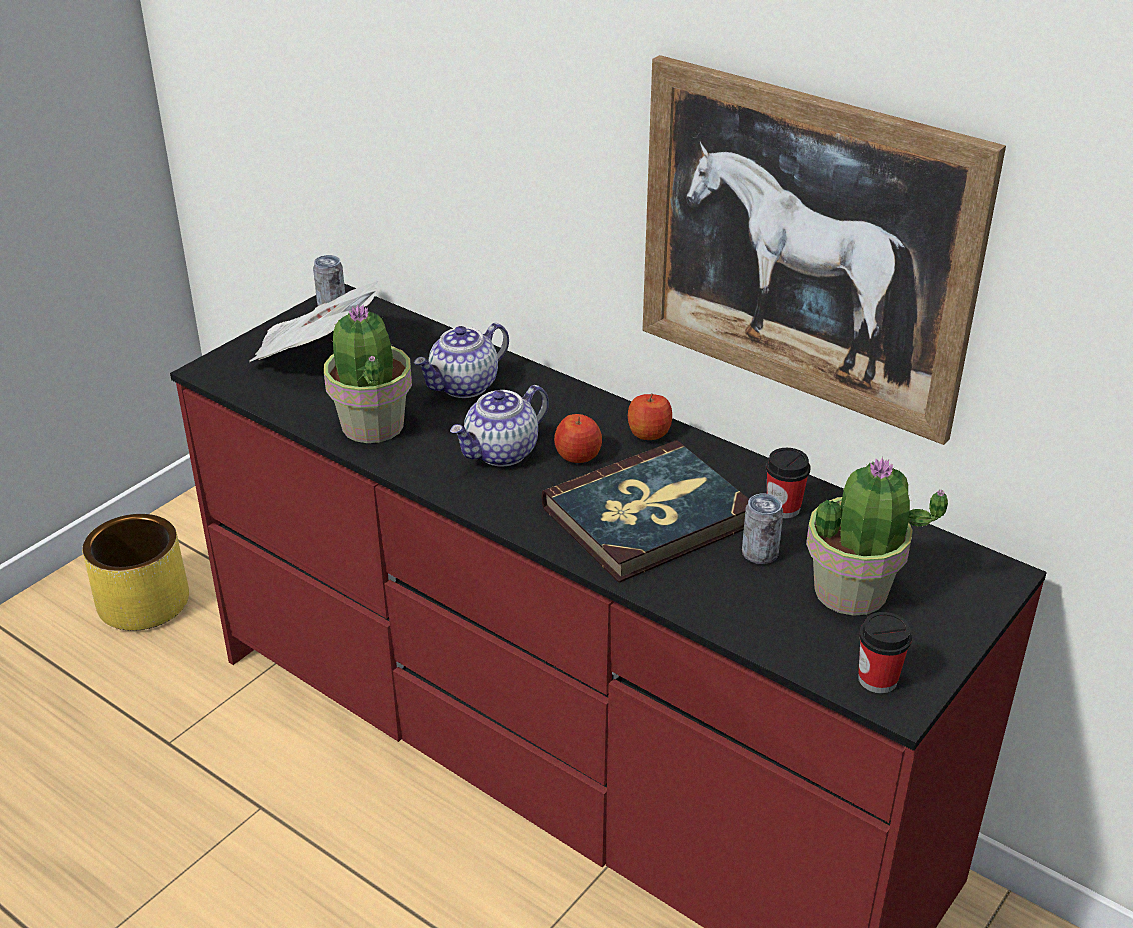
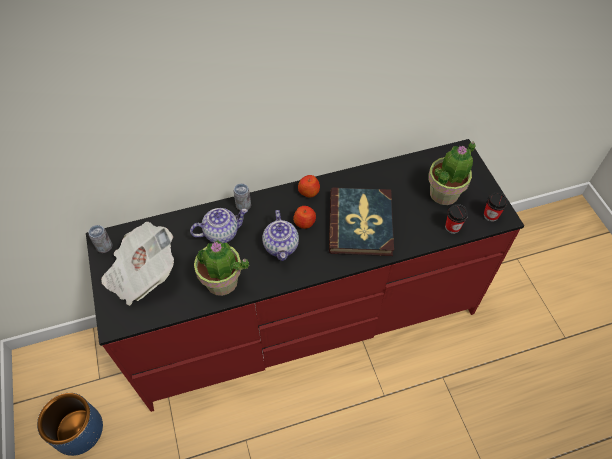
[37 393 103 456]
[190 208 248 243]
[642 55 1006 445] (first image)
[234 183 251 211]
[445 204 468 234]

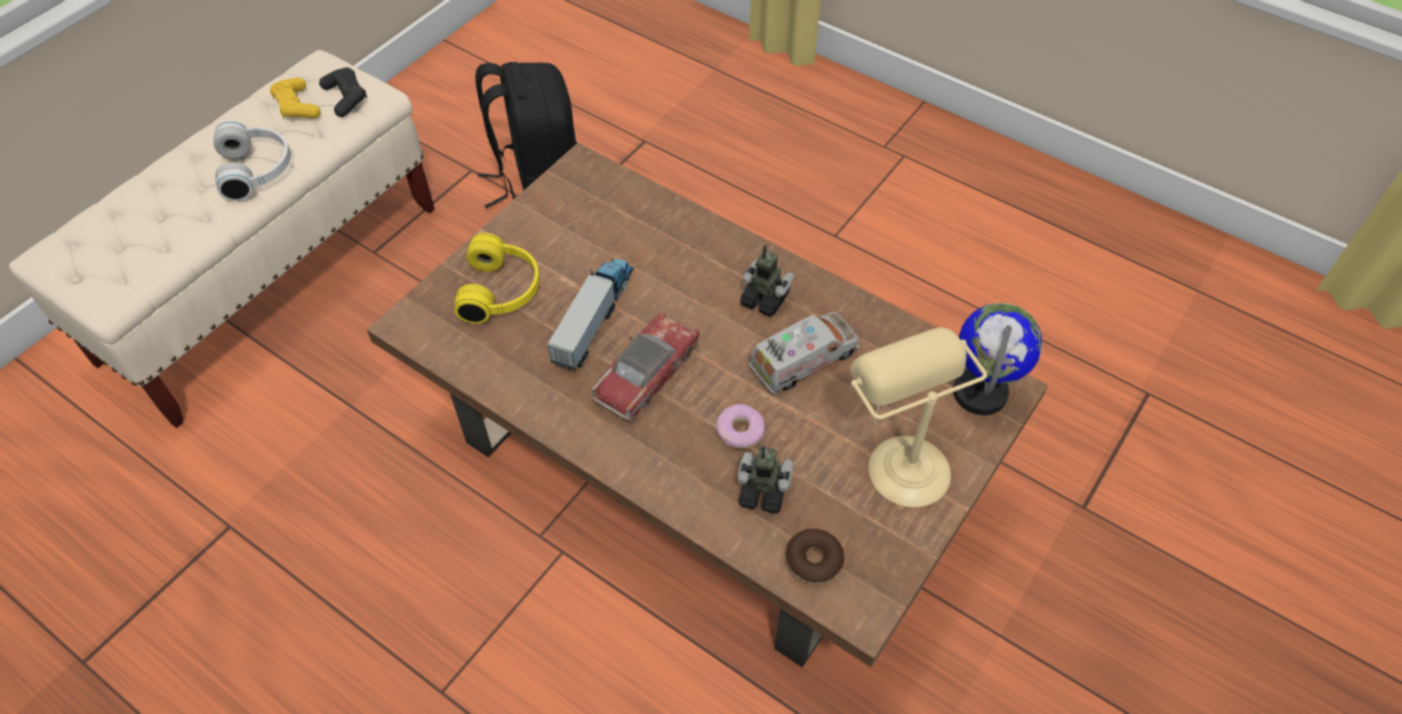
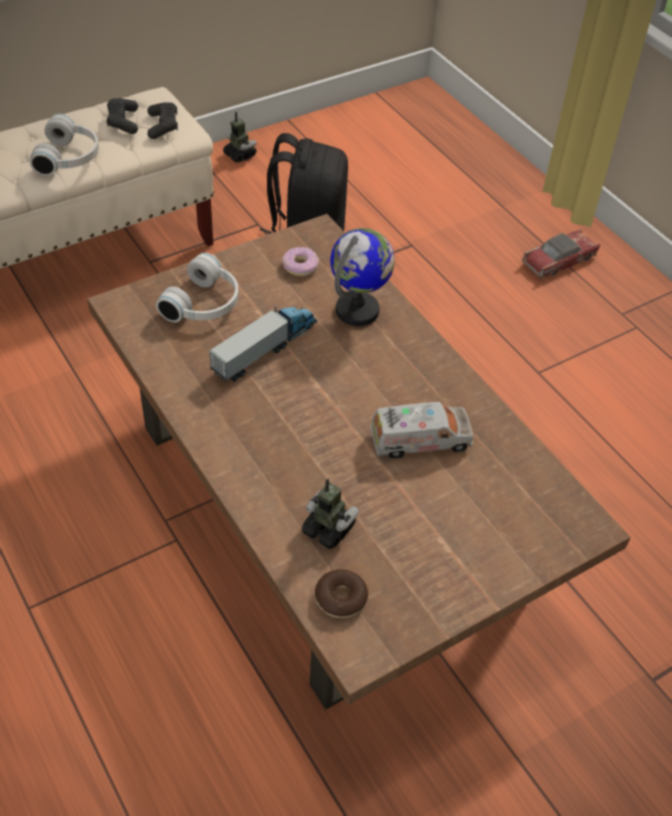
[106 98 138 134]
[156 253 239 323]
[522 229 600 279]
[282 247 319 276]
[223 112 257 162]
[850 328 987 507] (first image)
[330 228 395 326]

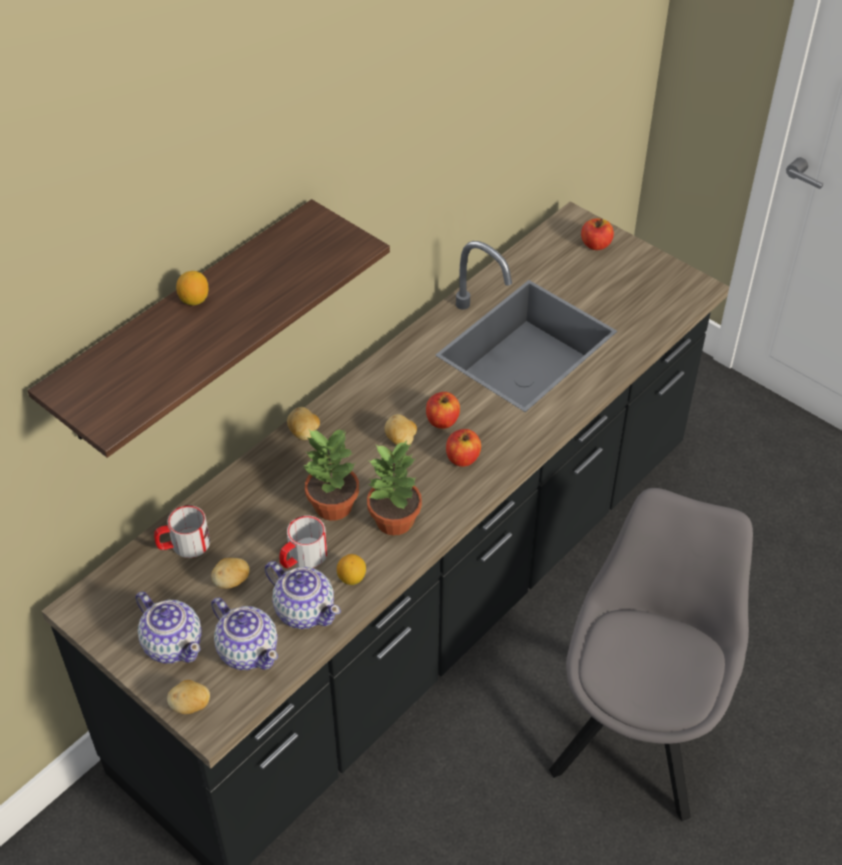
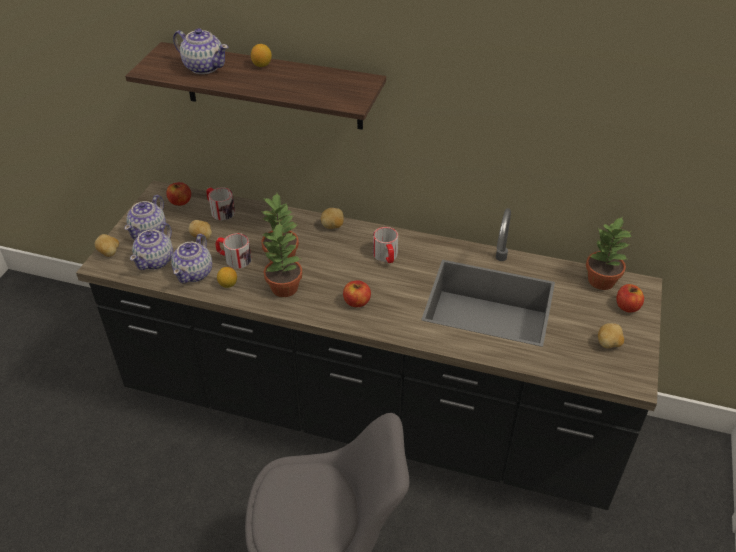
[598 323 624 348]
[166 182 191 206]
[173 28 228 74]
[373 227 398 263]
[586 216 633 290]

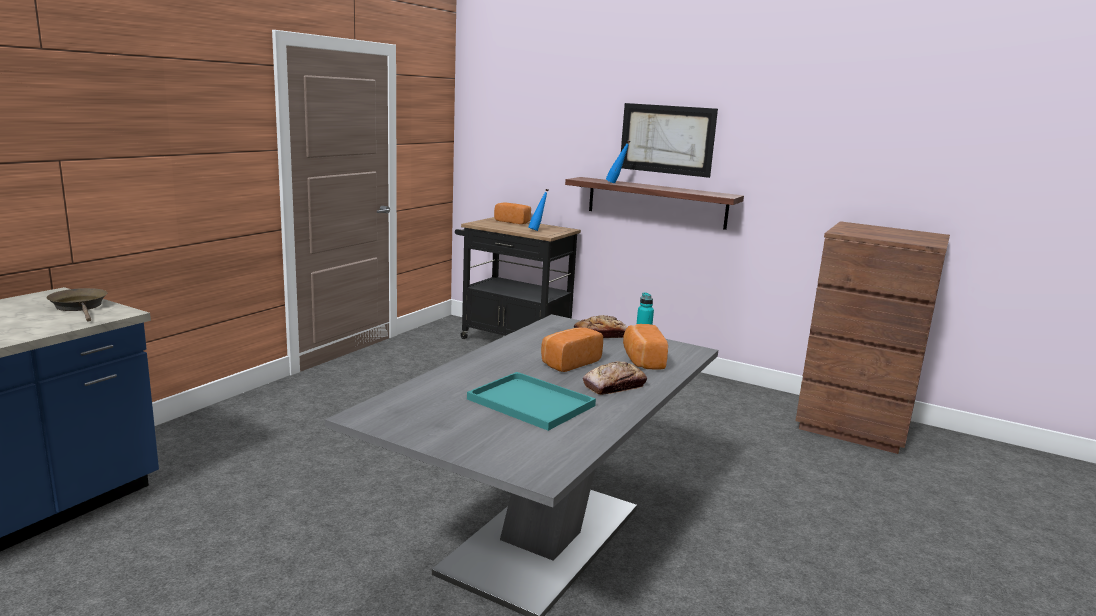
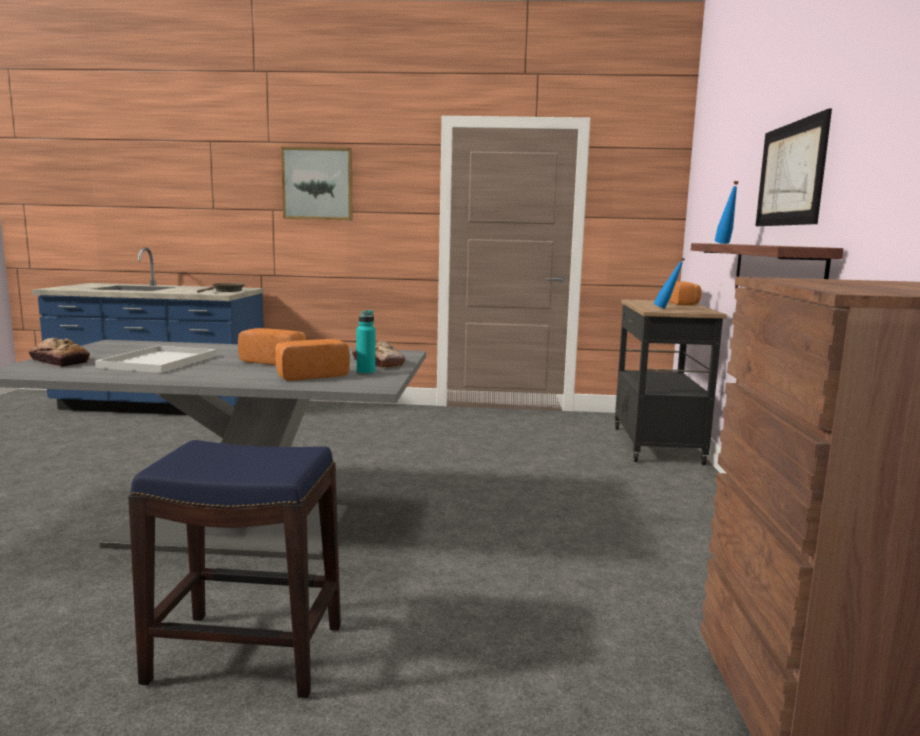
[95 346 217 373]
[29 337 90 367]
[128 440 341 698]
[281 147 352 220]

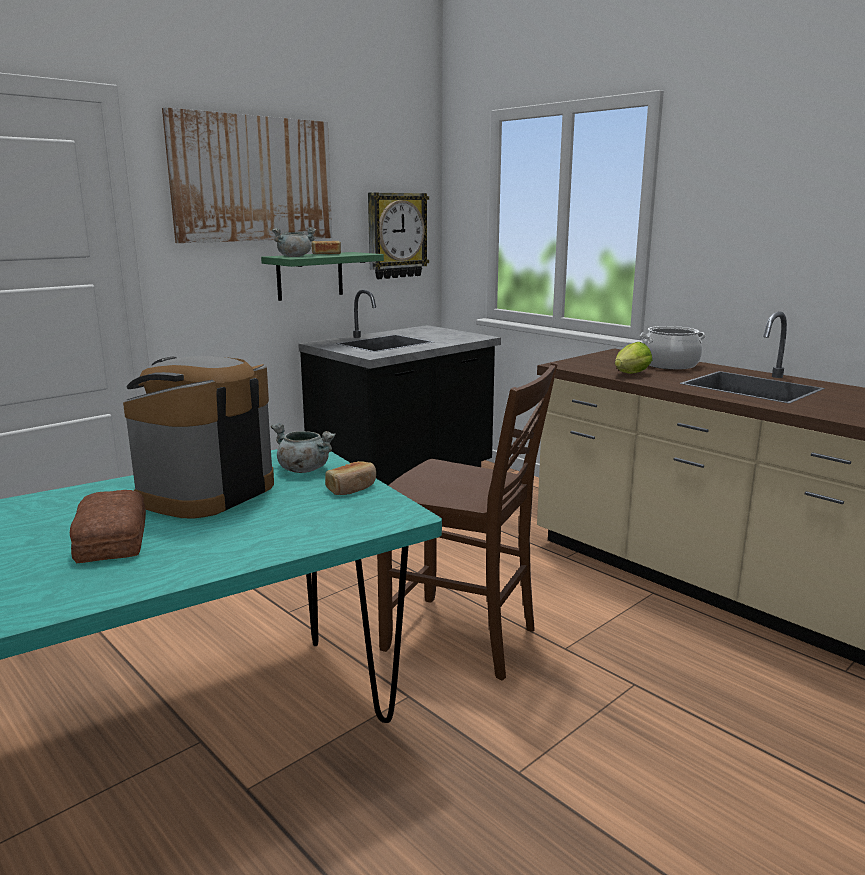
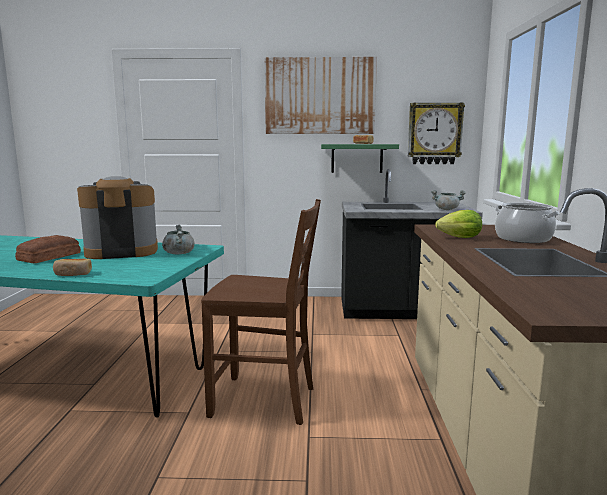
[431 190 466 210]
[53 259 92 276]
[201 199 321 425]

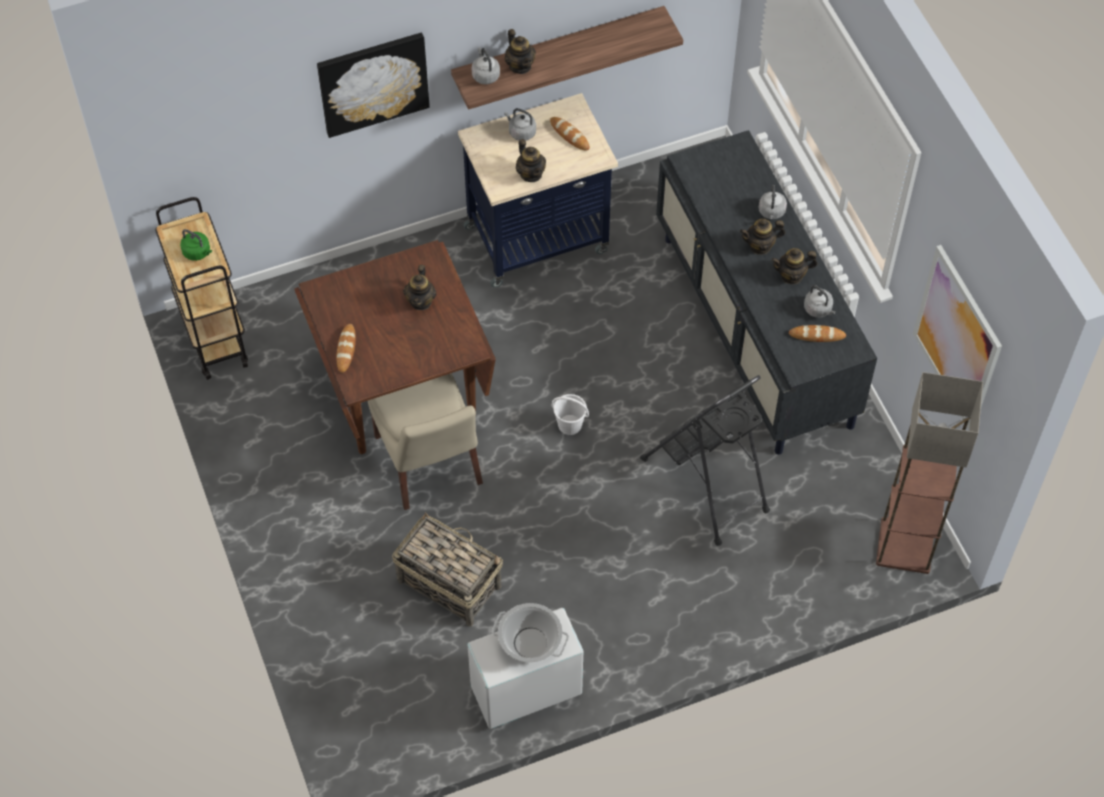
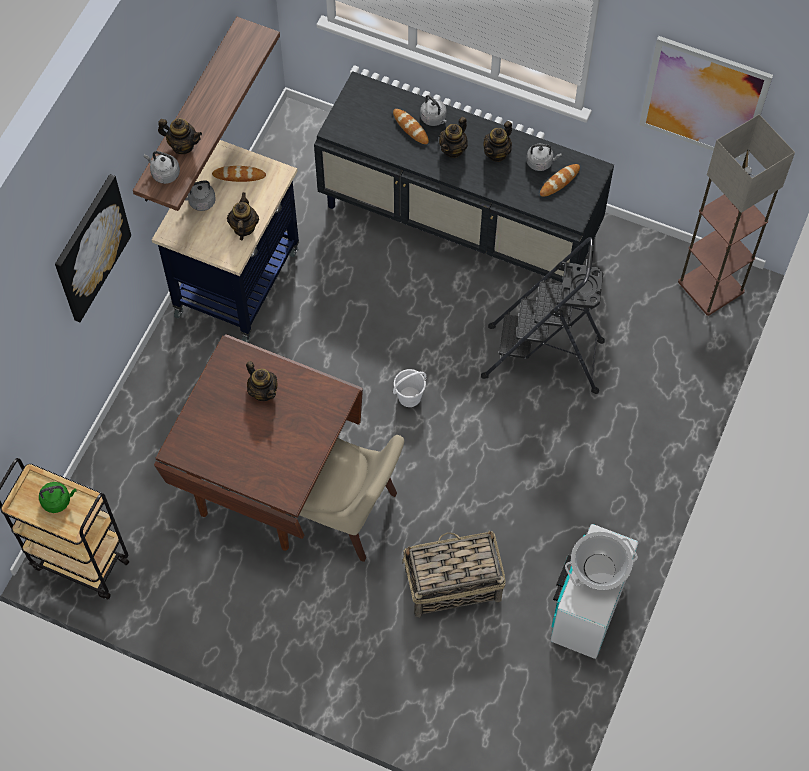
[393 109 429 144]
[227 192 259 240]

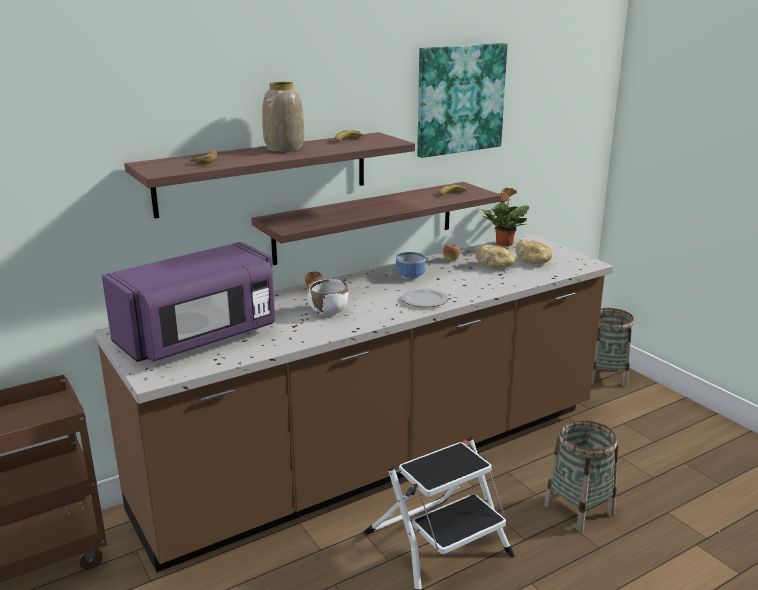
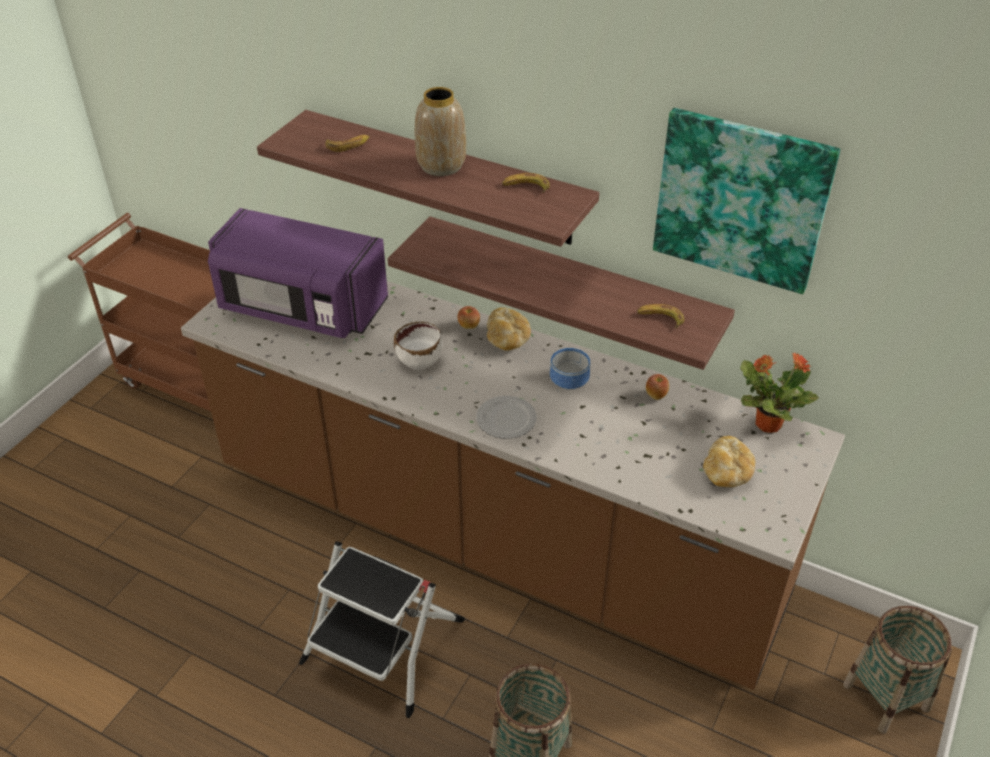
[487 307 531 351]

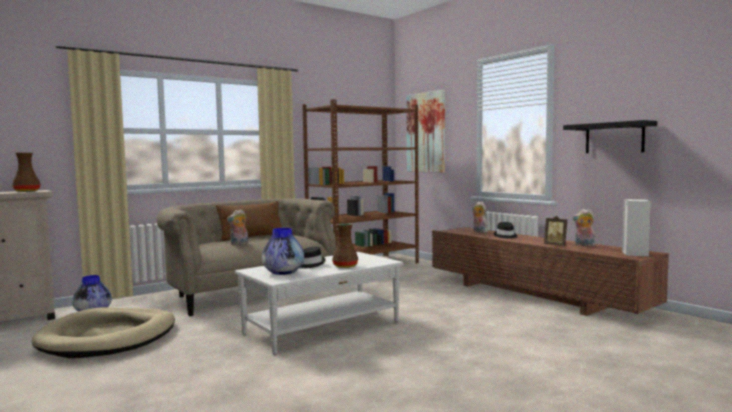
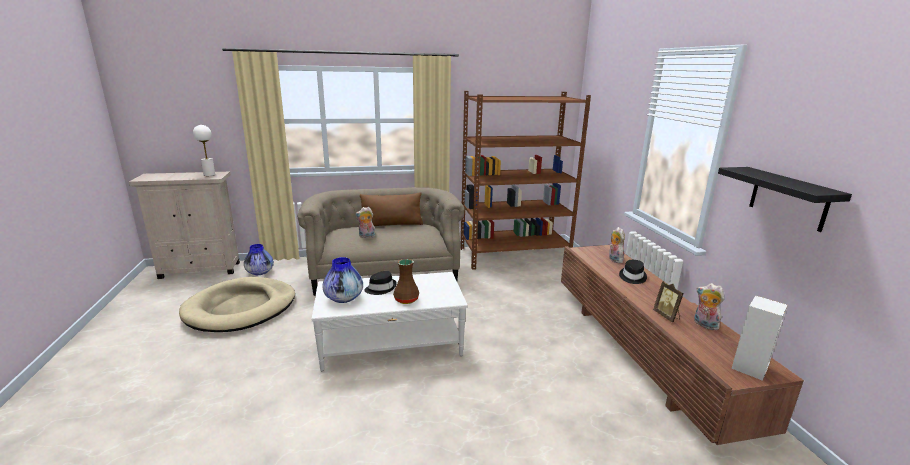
[193 125 215 176]
[406 90 445 173] (first image)

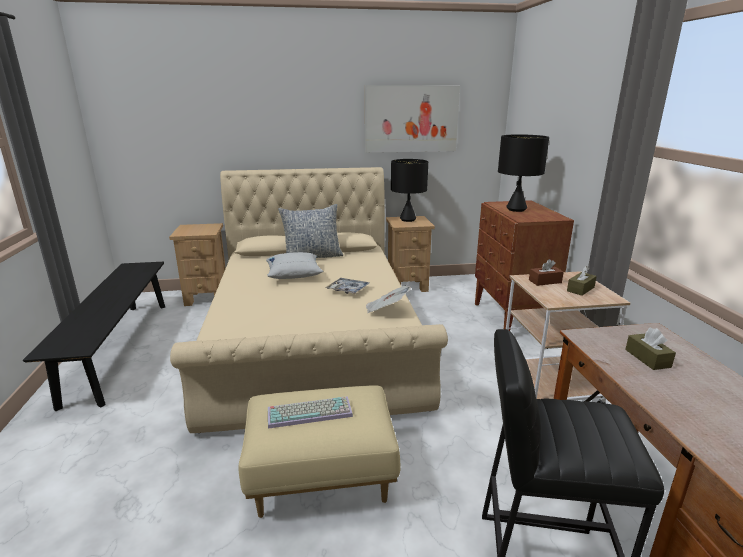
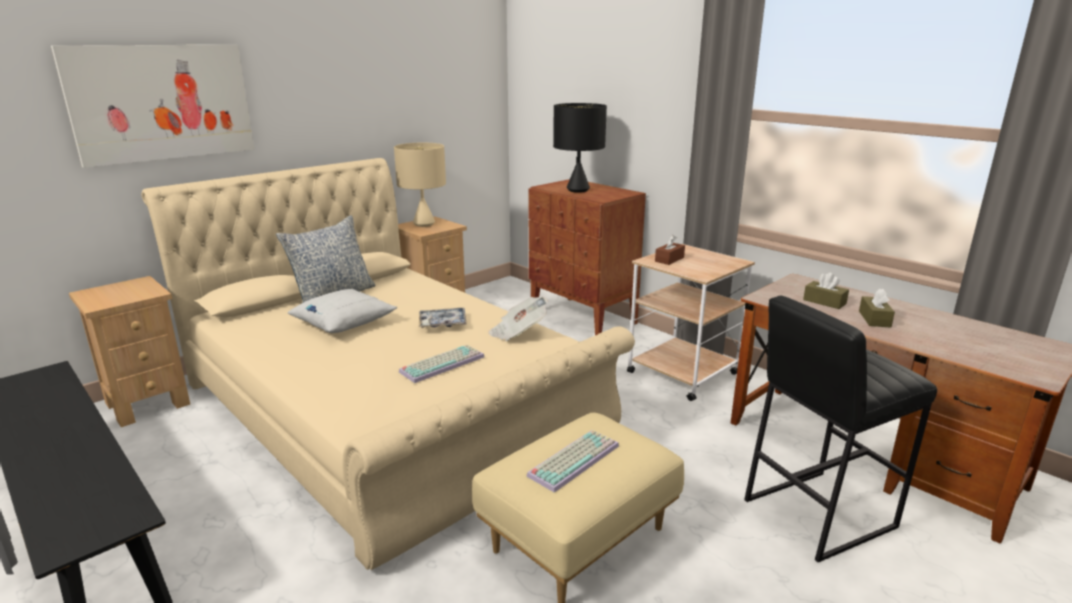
[51 45 255 168]
[394 143 446 227]
[859 288 895 328]
[399 345 484 383]

